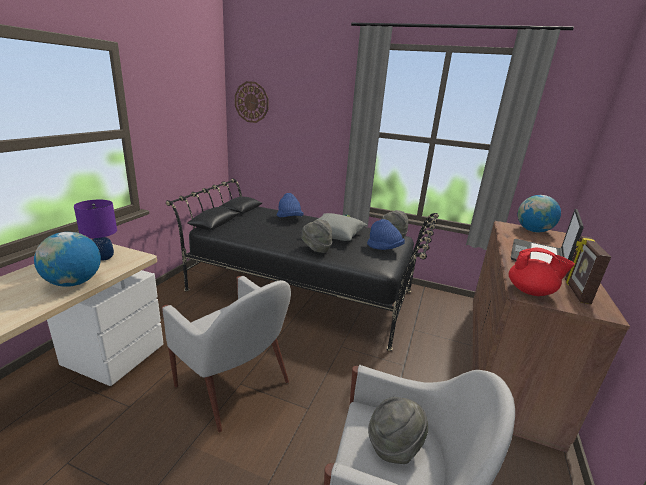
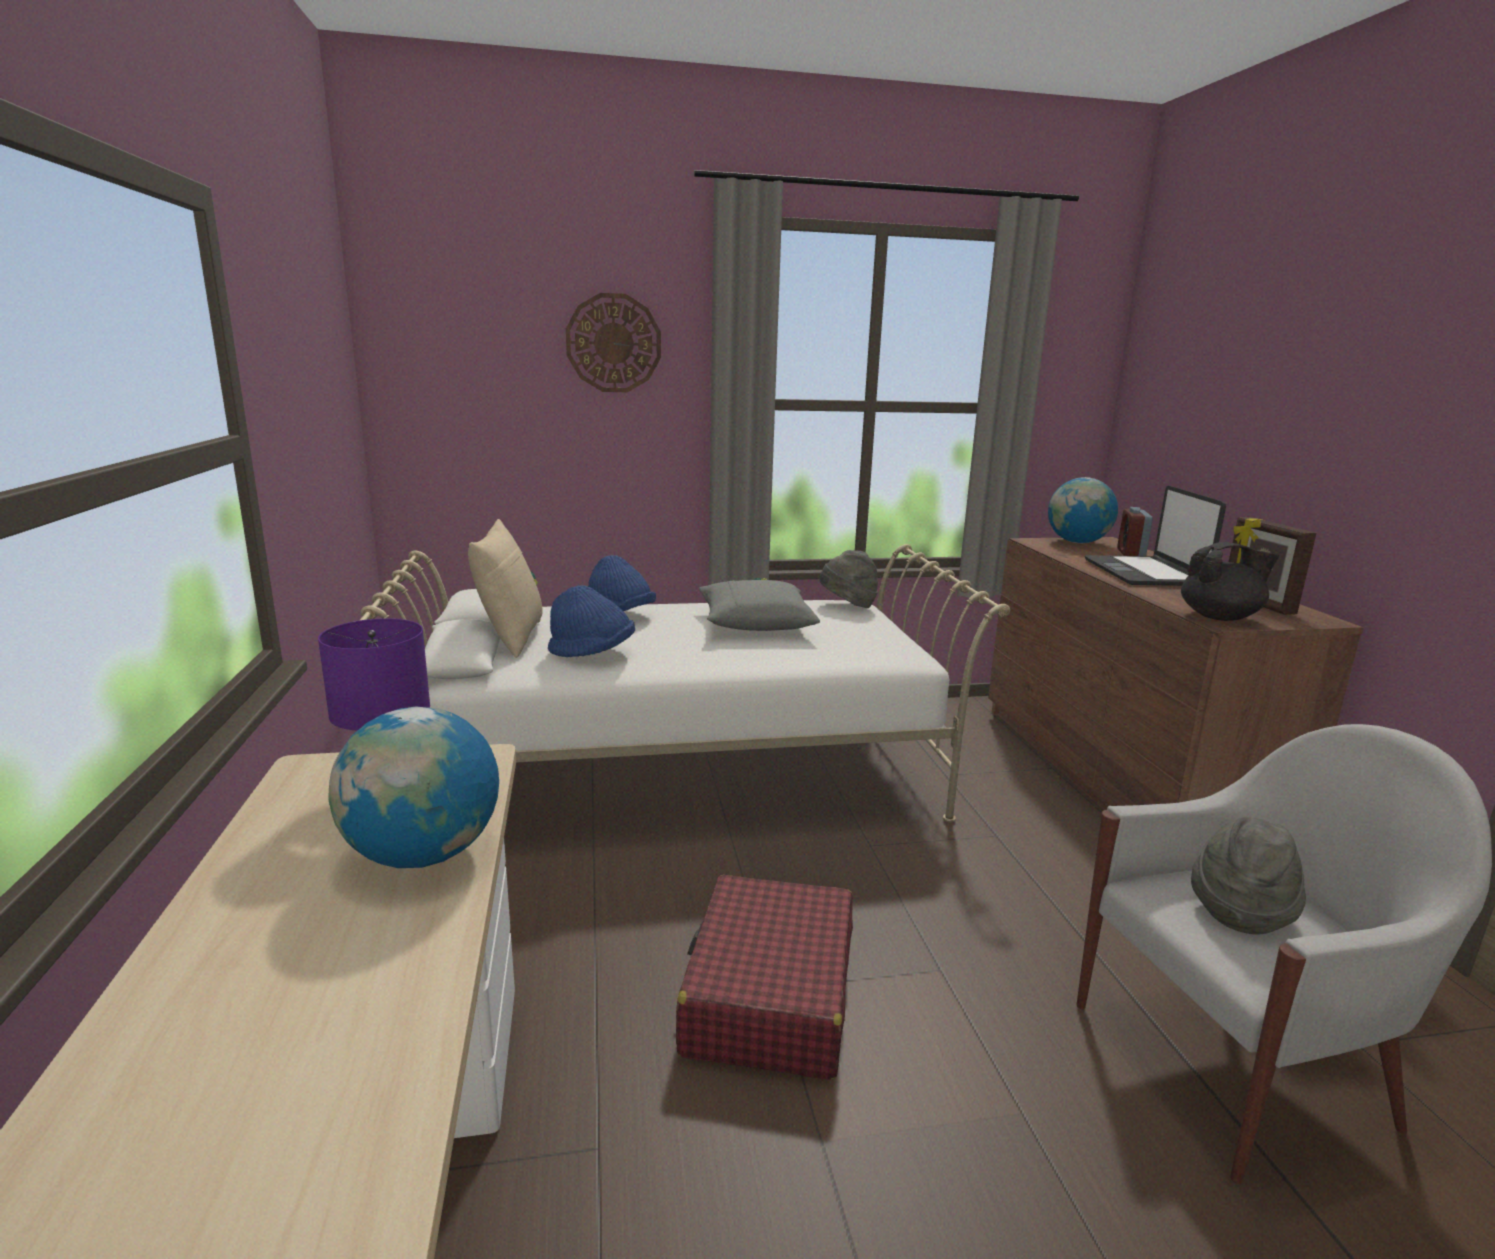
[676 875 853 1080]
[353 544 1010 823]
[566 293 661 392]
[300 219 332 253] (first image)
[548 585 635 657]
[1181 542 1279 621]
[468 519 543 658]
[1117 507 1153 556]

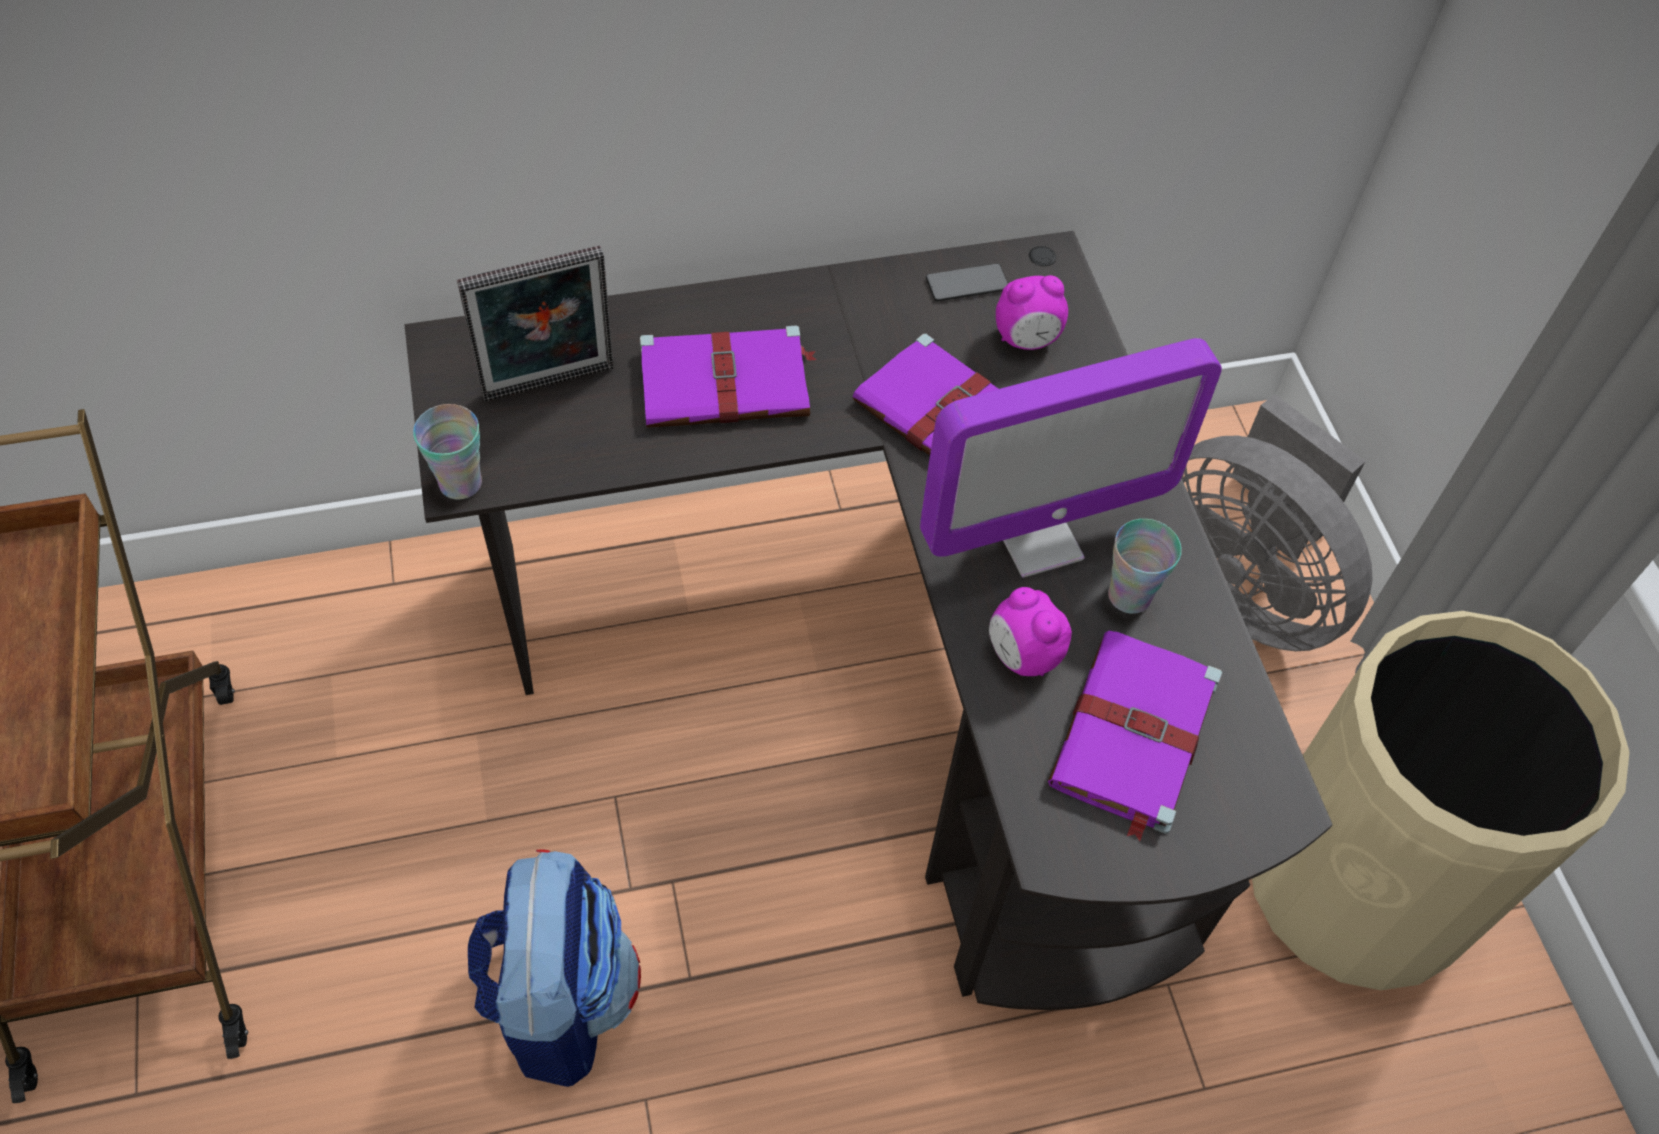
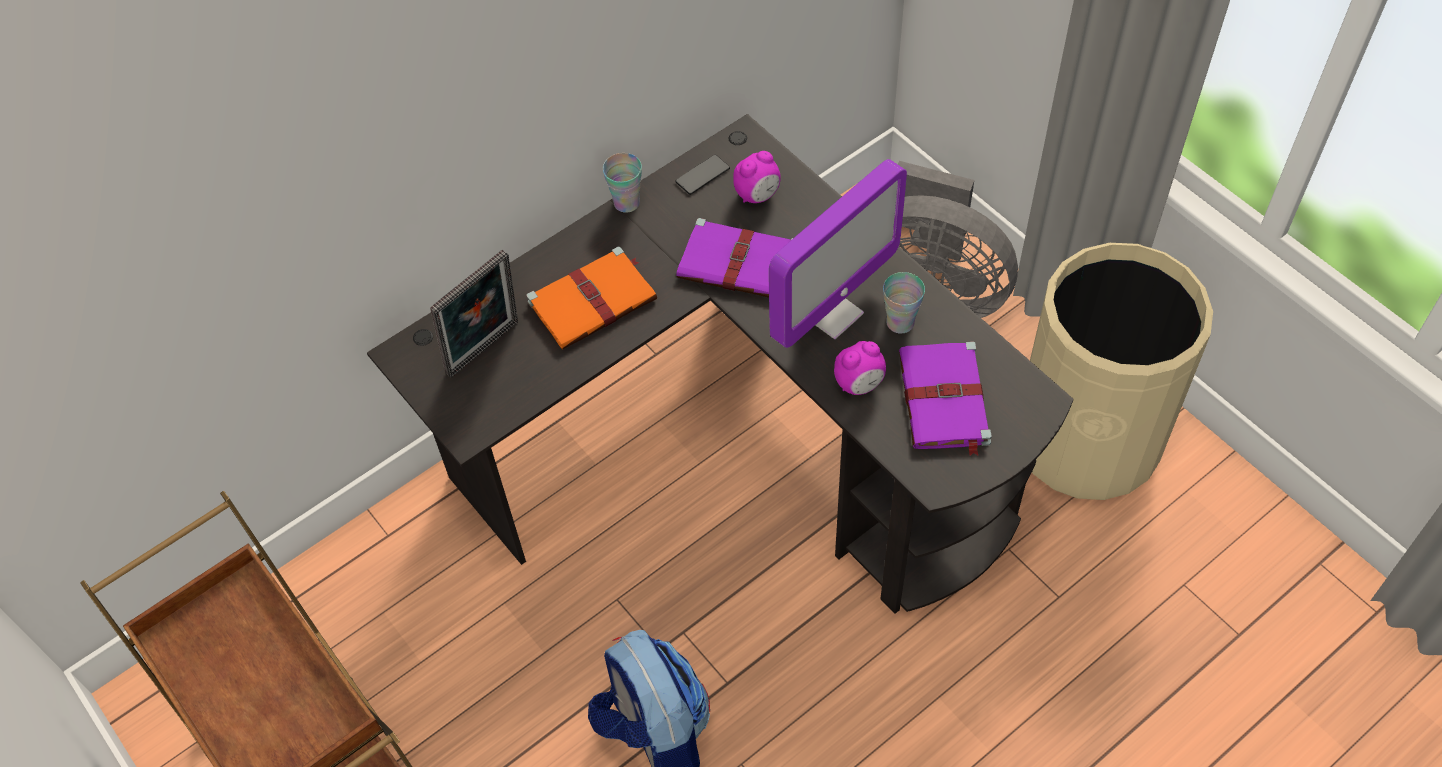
[603 153 642 213]
[526 247 657 350]
[834 341 886 395]

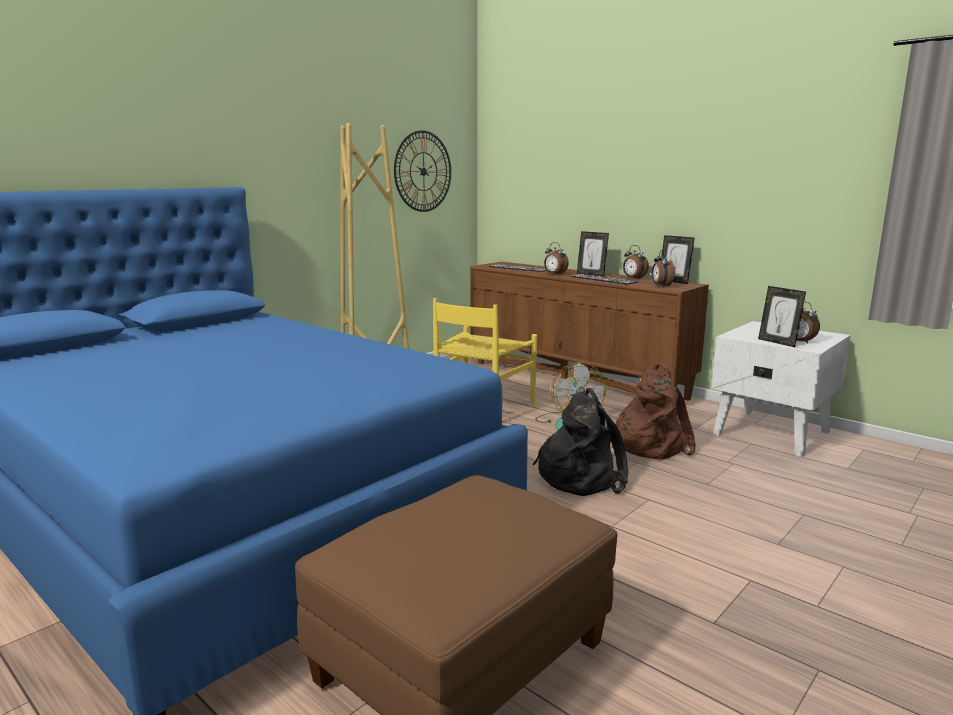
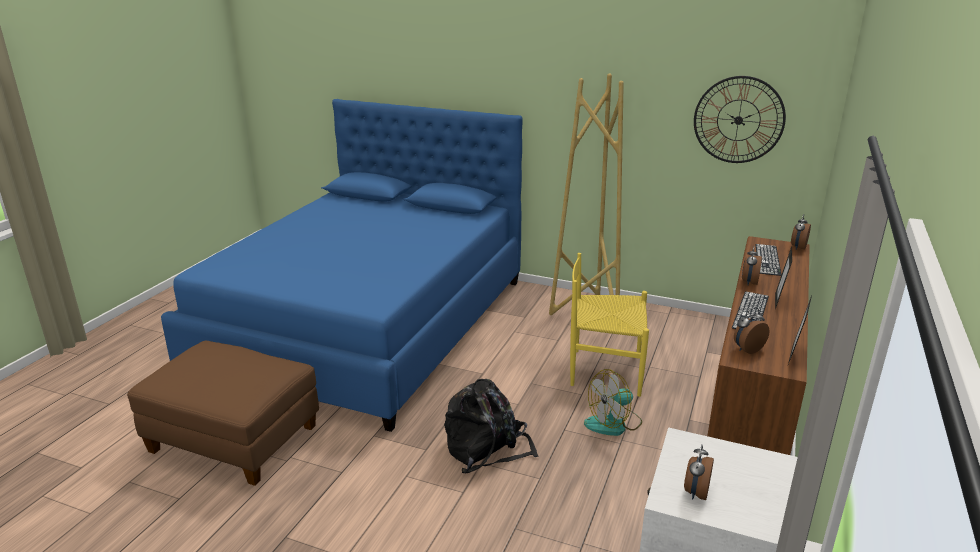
[615 364 696 460] (first image)
[791 214 811 250]
[758 286 806 347] (first image)

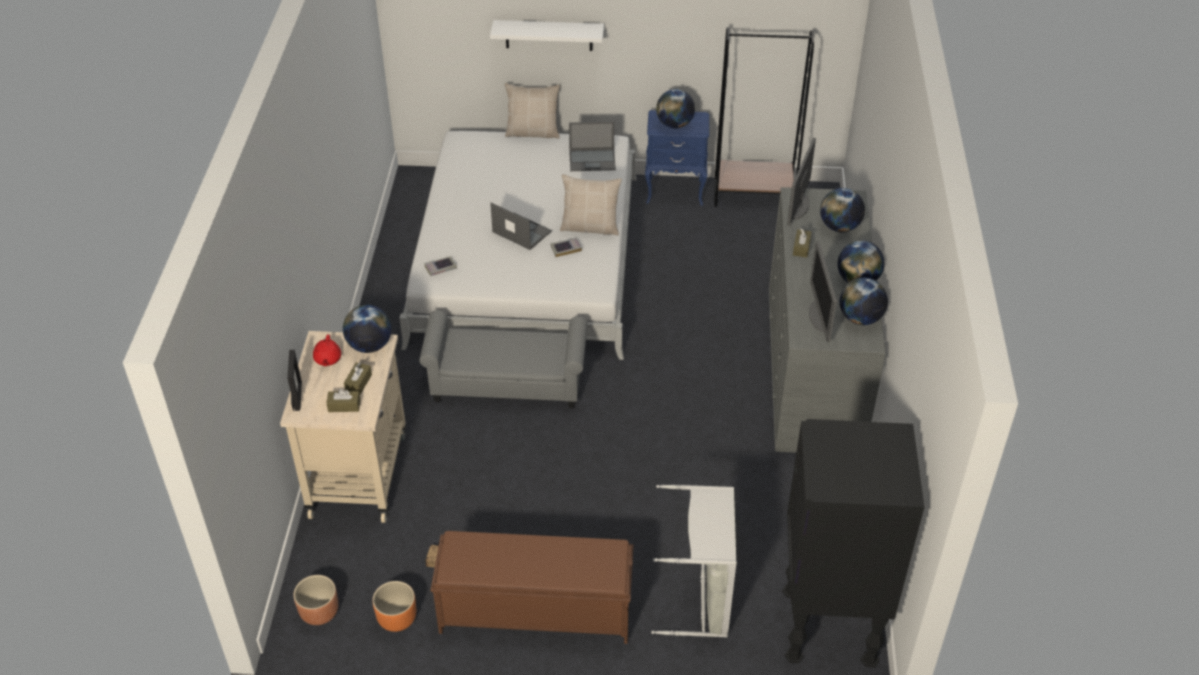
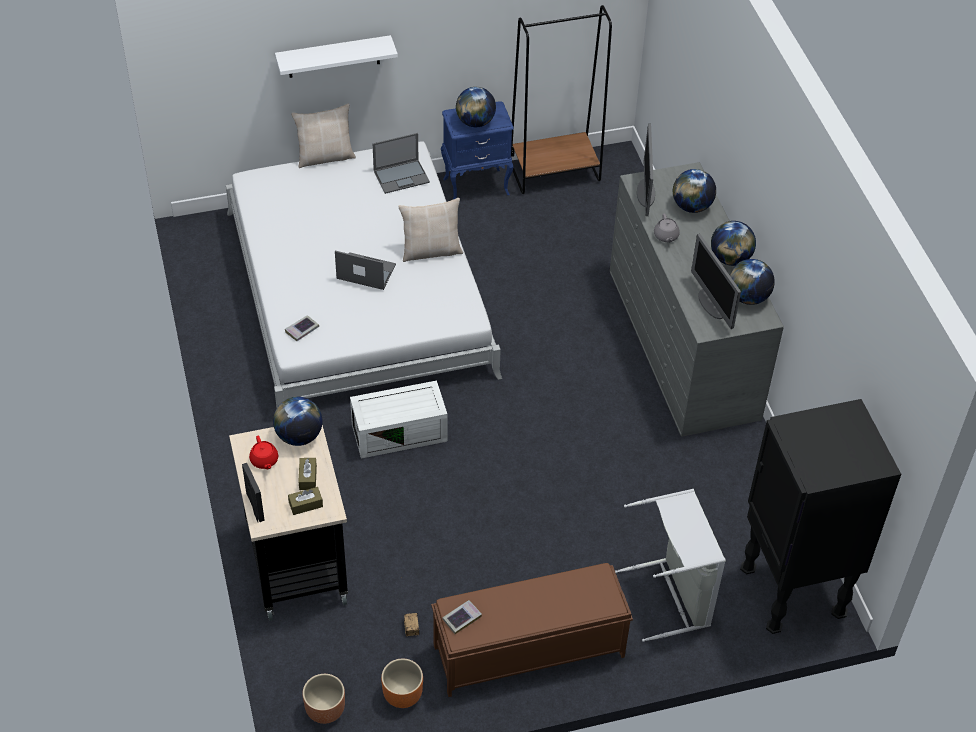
[229 425 348 621]
[350 381 447 459]
[443 600 482 634]
[654 214 680 243]

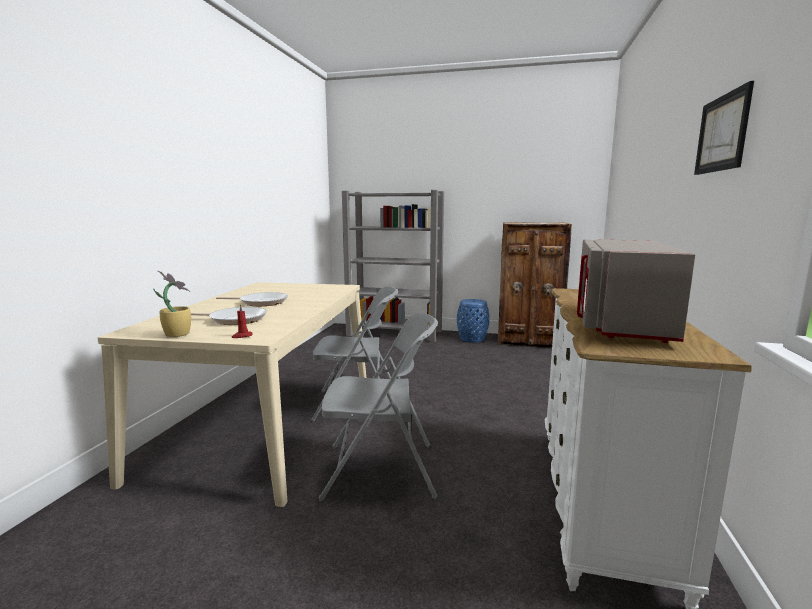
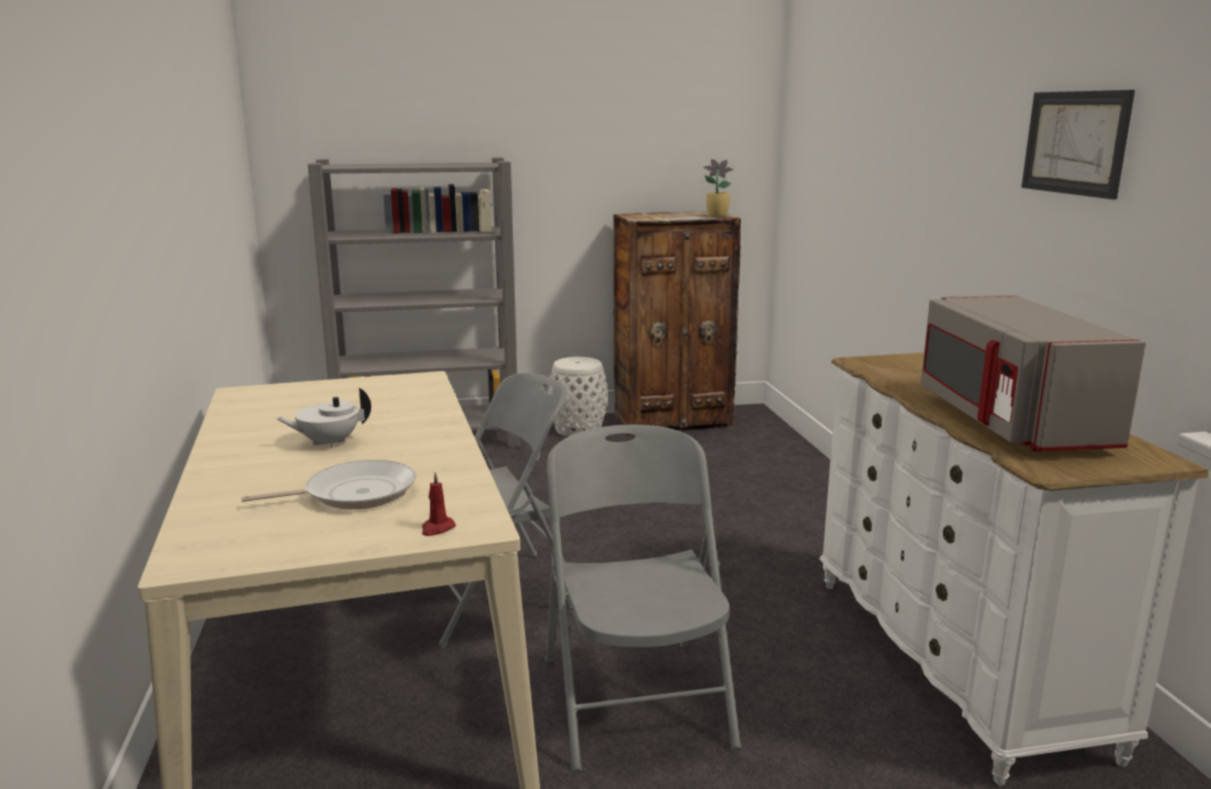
[703 159 734 217]
[276 388 371 448]
[545 425 742 772]
[548 357 608 437]

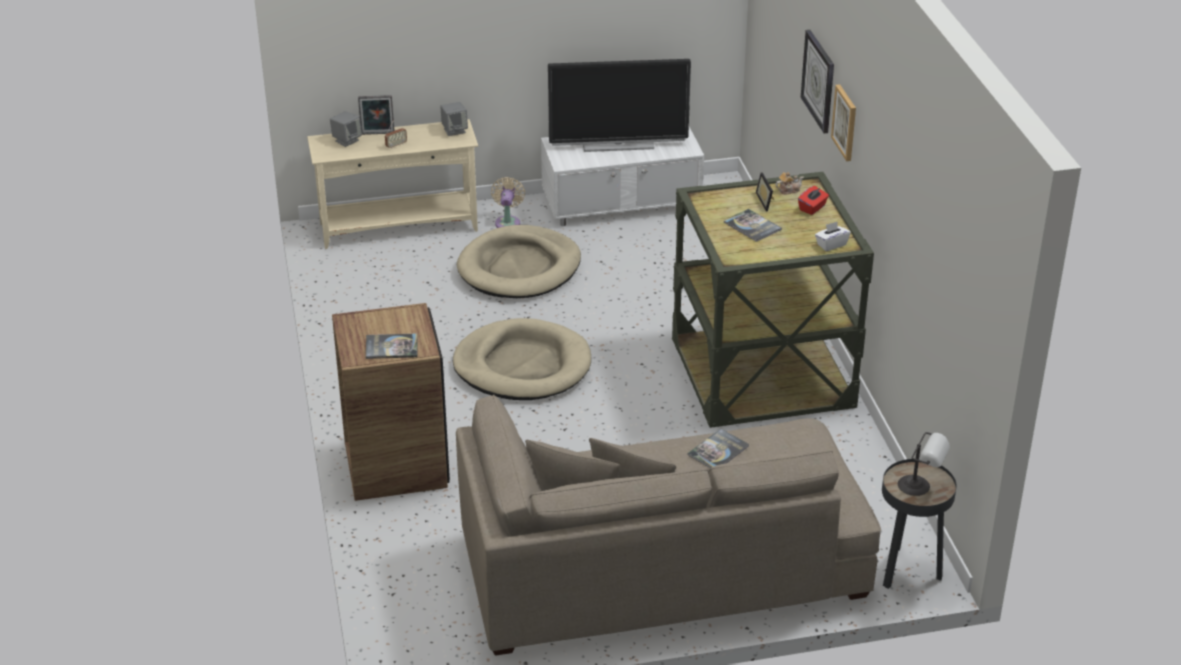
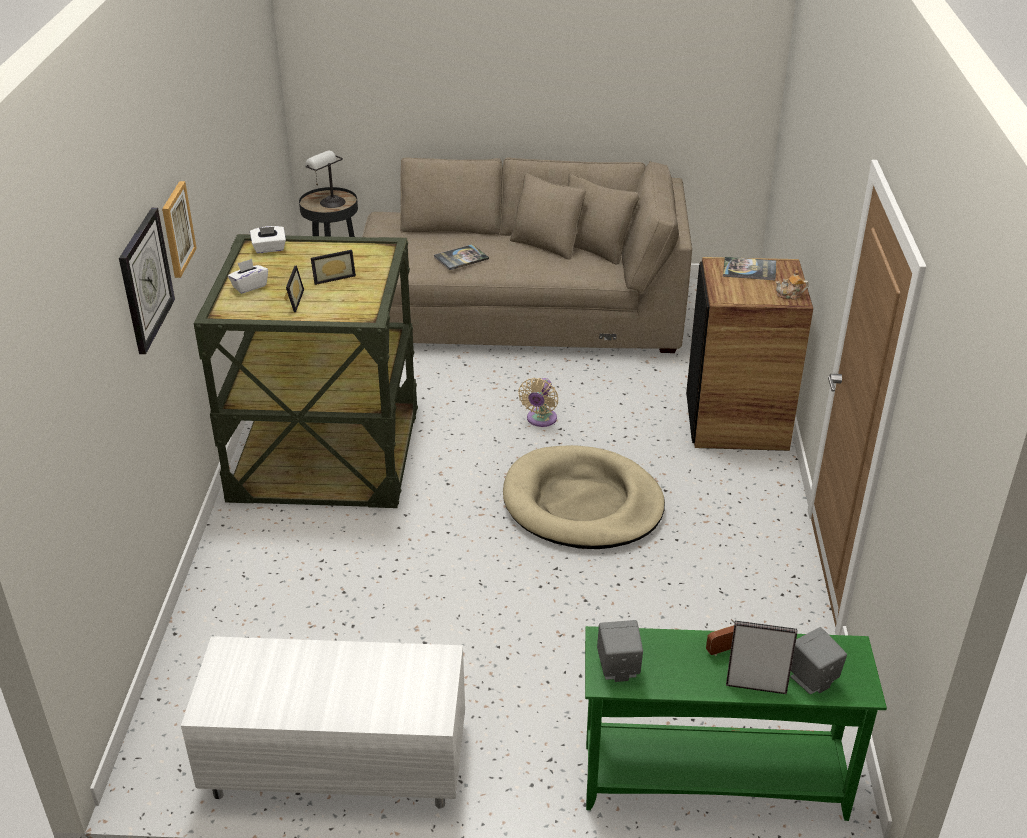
[585 626 887 821]
[457 225 581 298] (first image)
[518 378 558 427]
[548 59 691 152] (first image)
[311 250 356 285]
[775 270 809 299]
[228 259 268 294]

